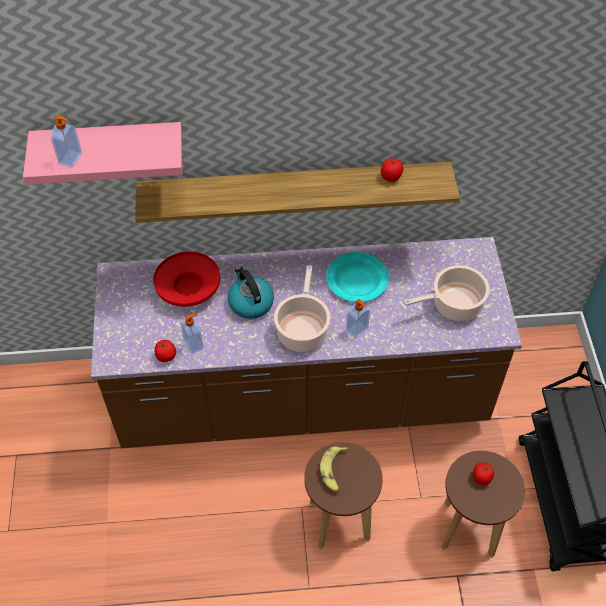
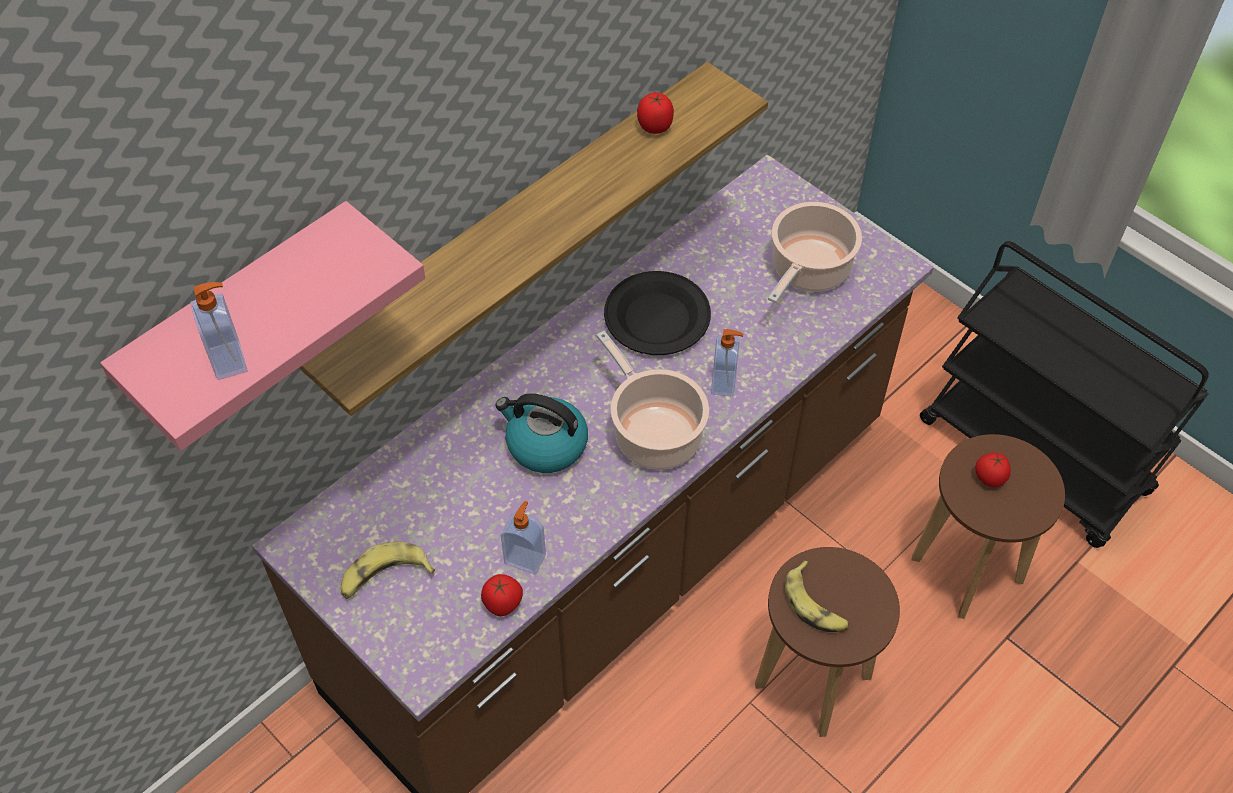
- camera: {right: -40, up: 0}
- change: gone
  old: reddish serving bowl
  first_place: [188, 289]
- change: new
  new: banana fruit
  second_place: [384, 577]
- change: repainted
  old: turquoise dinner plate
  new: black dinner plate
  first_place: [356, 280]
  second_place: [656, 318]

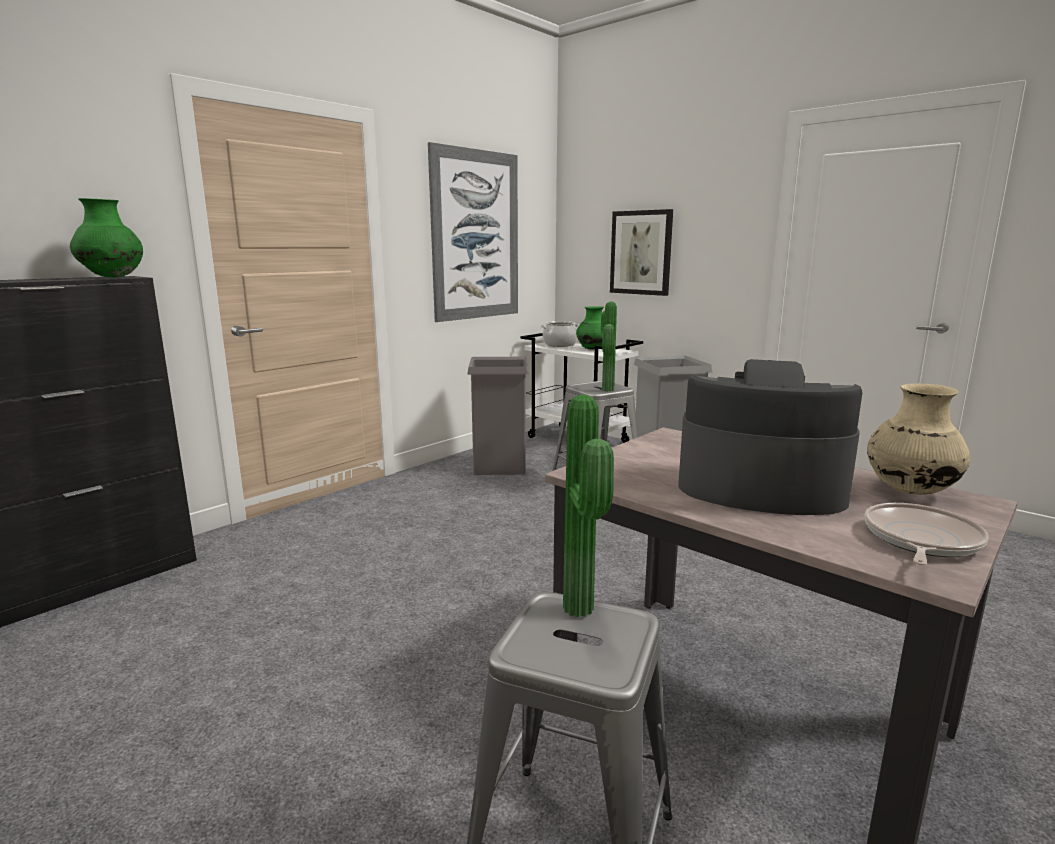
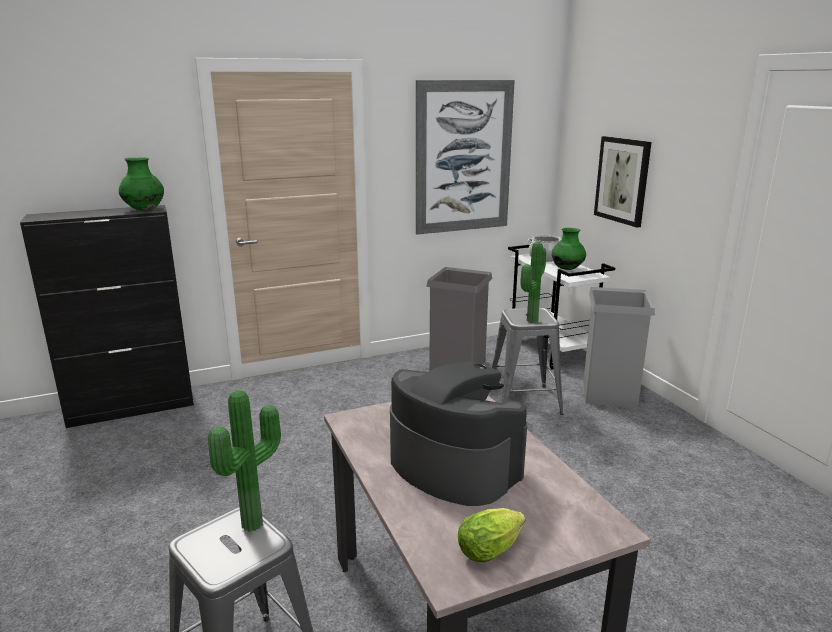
- camera: {right: 25, up: 5}
- change: gone
  old: beige vase
  first_place: [909, 491]
- change: swapped
  old: skillet
  new: lettuce
  first_place: [920, 541]
  second_place: [492, 549]

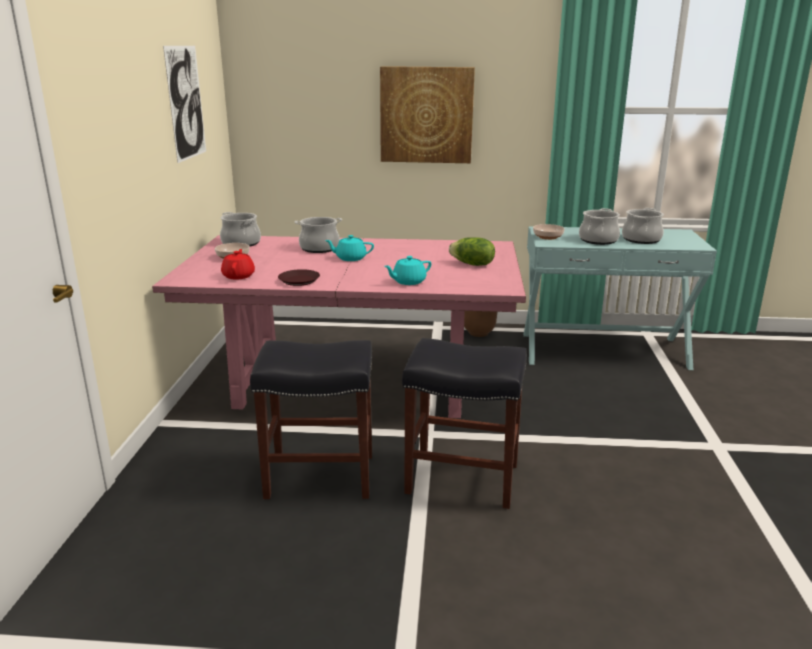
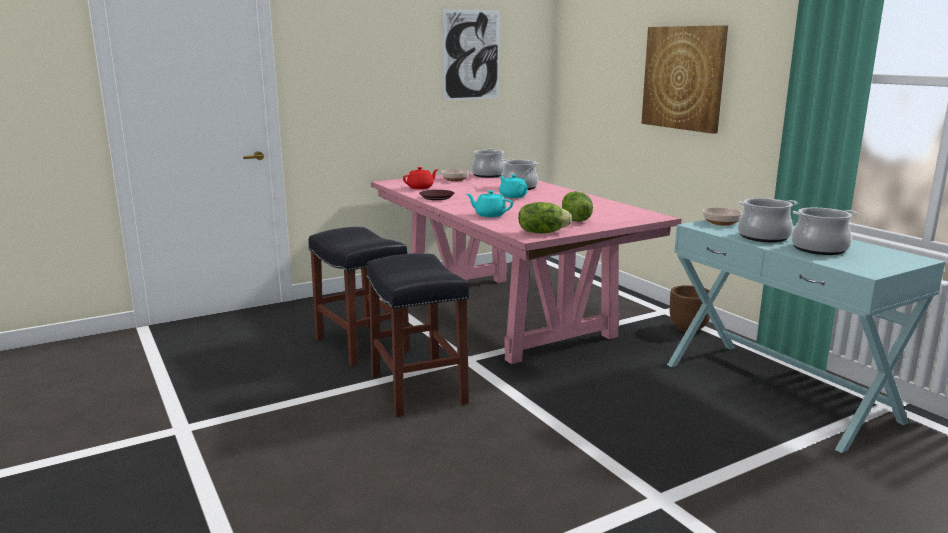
- camera: {right: 55, up: -5}
- change: new
  new: lettuce
  second_place: [542, 232]

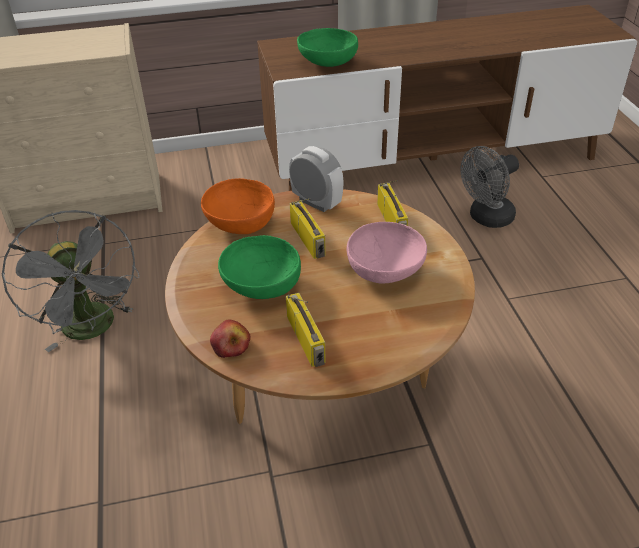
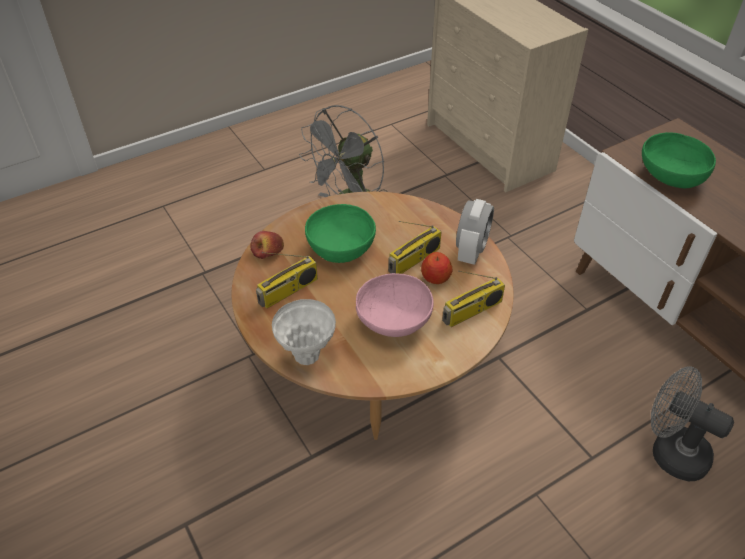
- camera: {right: 70, up: 5}
- change: gone
  old: orangey serving bowl
  first_place: [240, 223]
- change: new
  new: white vase
  second_place: [307, 356]
- change: new
  new: apple fruit
  second_place: [435, 277]

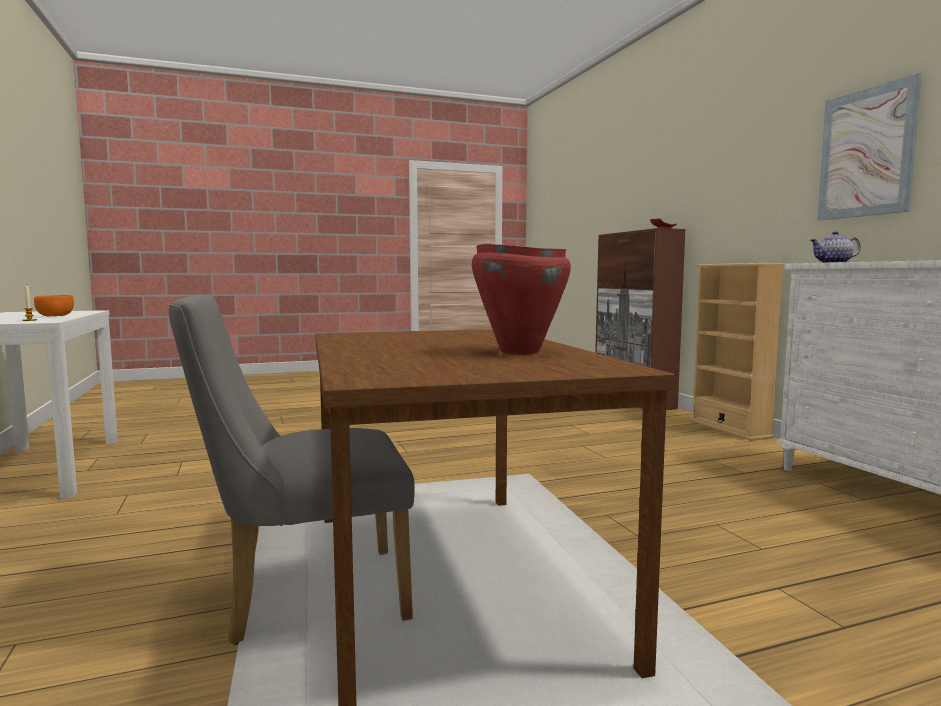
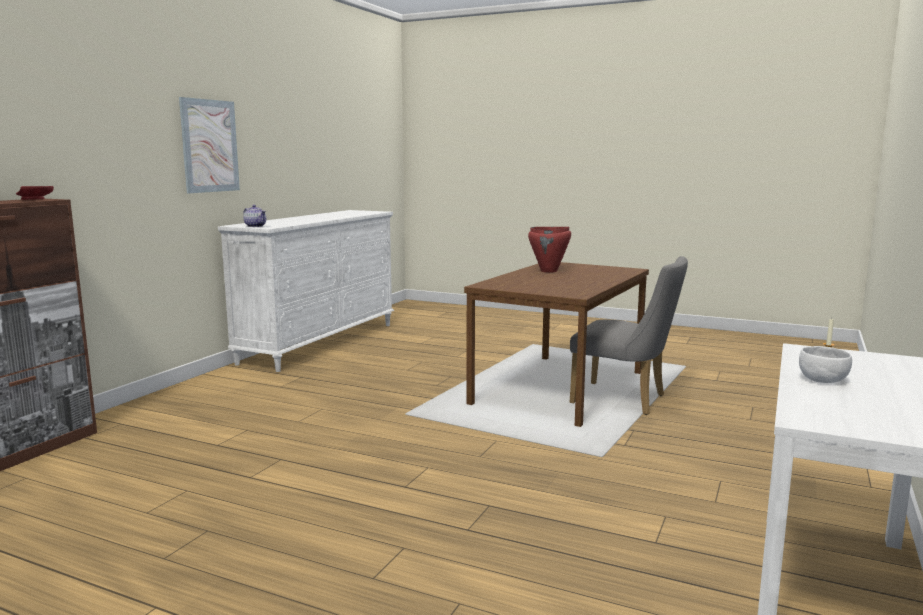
- camera: {right: -135, up: 5}
- change: gone
  old: beige shelving unit
  first_place: [729, 429]
- change: repainted
  old: orangey serving bowl
  new: white serving bowl
  first_place: [55, 316]
  second_place: [822, 380]

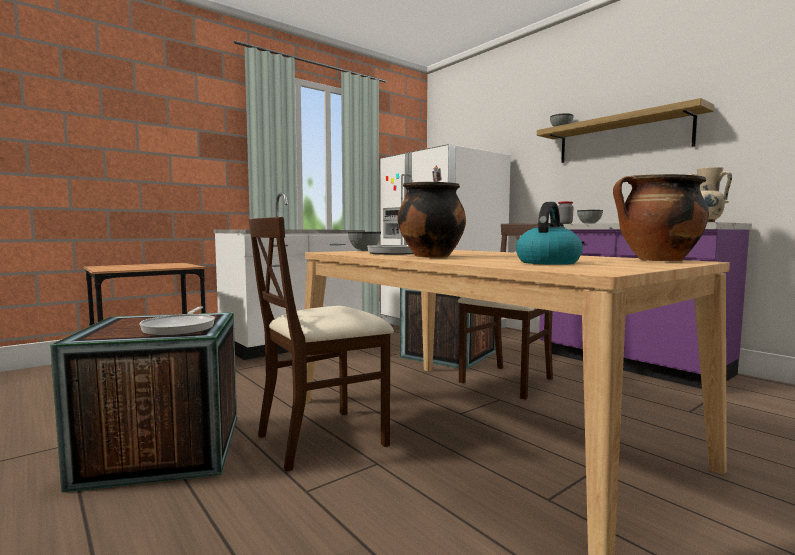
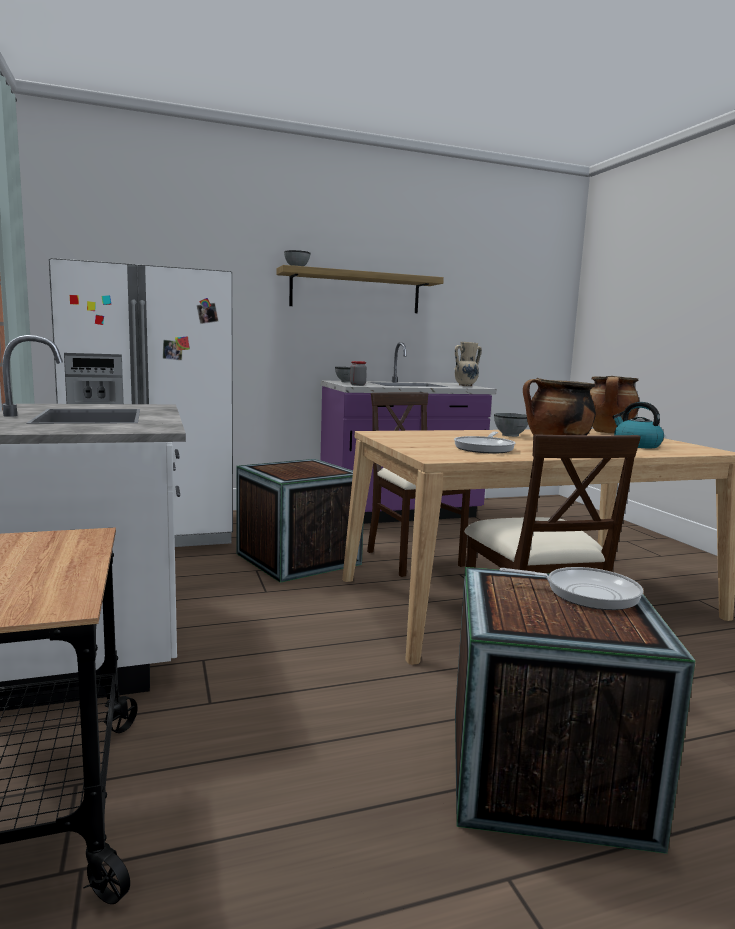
- camera: {right: -70, up: 5}
- change: shifted
  old: gray serving bowl
  first_place: [364, 251]
  second_place: [510, 435]

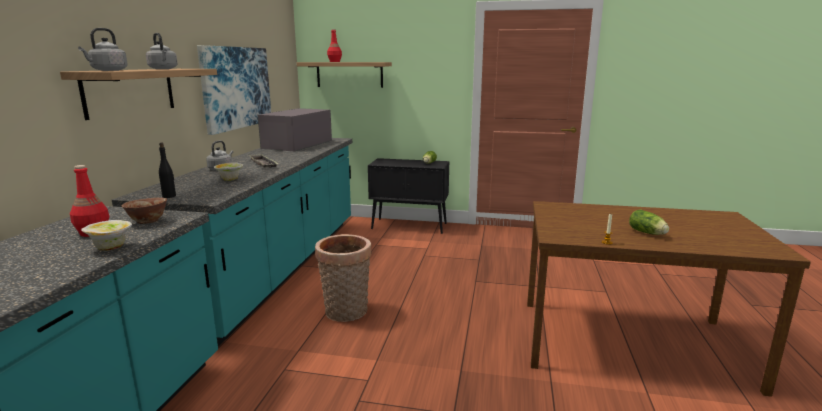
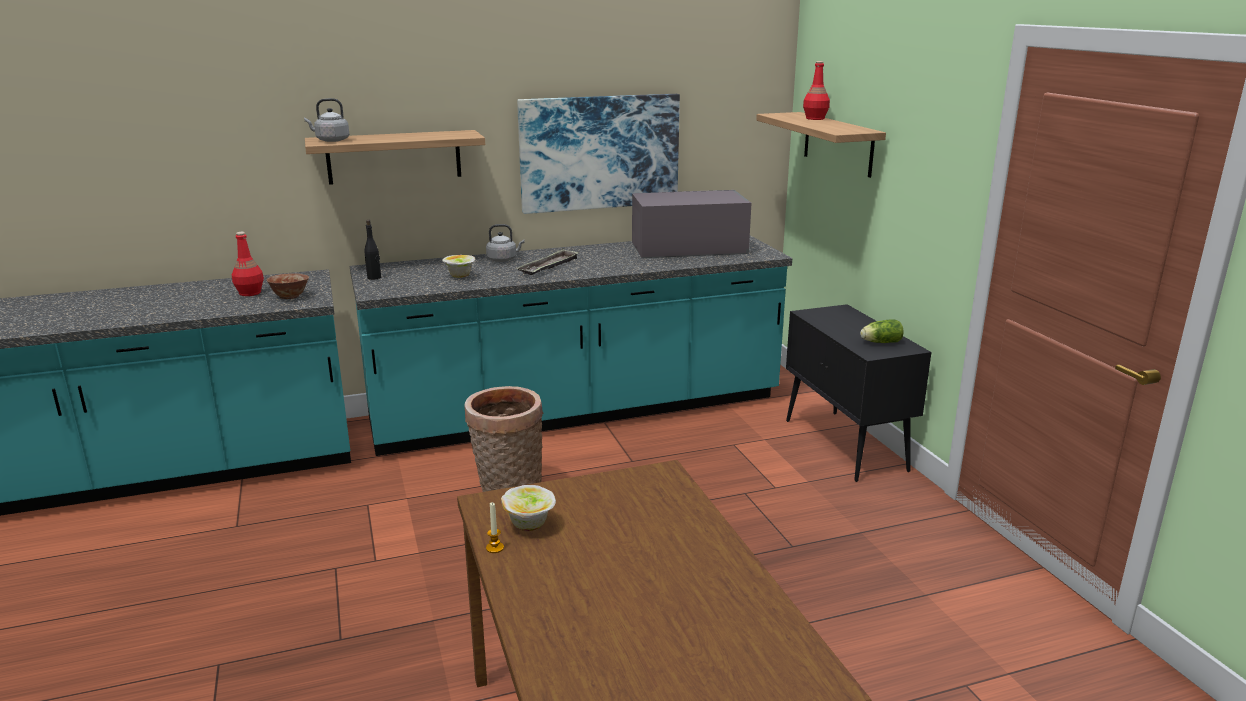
- camera: {right: 60, up: 5}
- change: gone
  old: gray water kettle
  first_place: [163, 69]
- change: gone
  old: lettuce
  first_place: [648, 233]
- change: shifted
  old: serving bowl
  first_place: [111, 248]
  second_place: [529, 525]

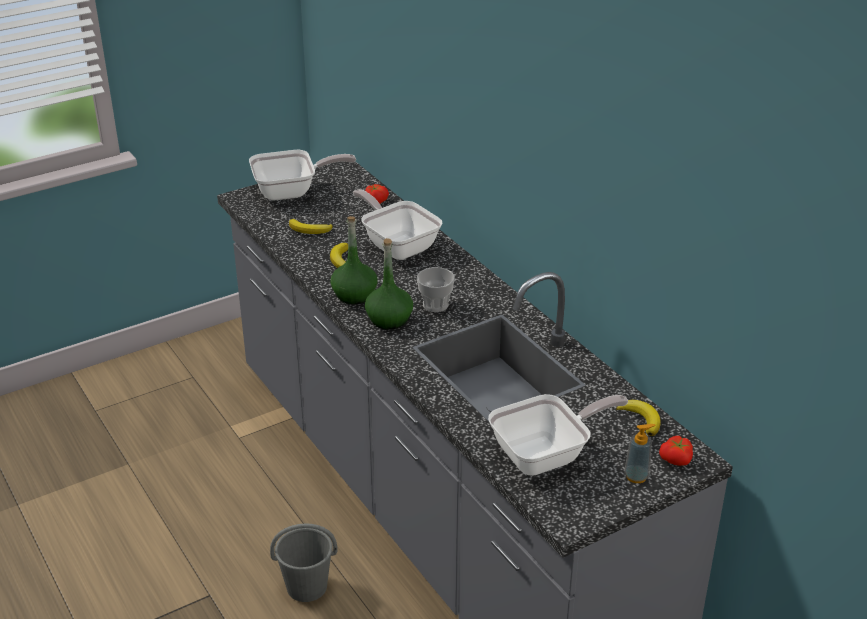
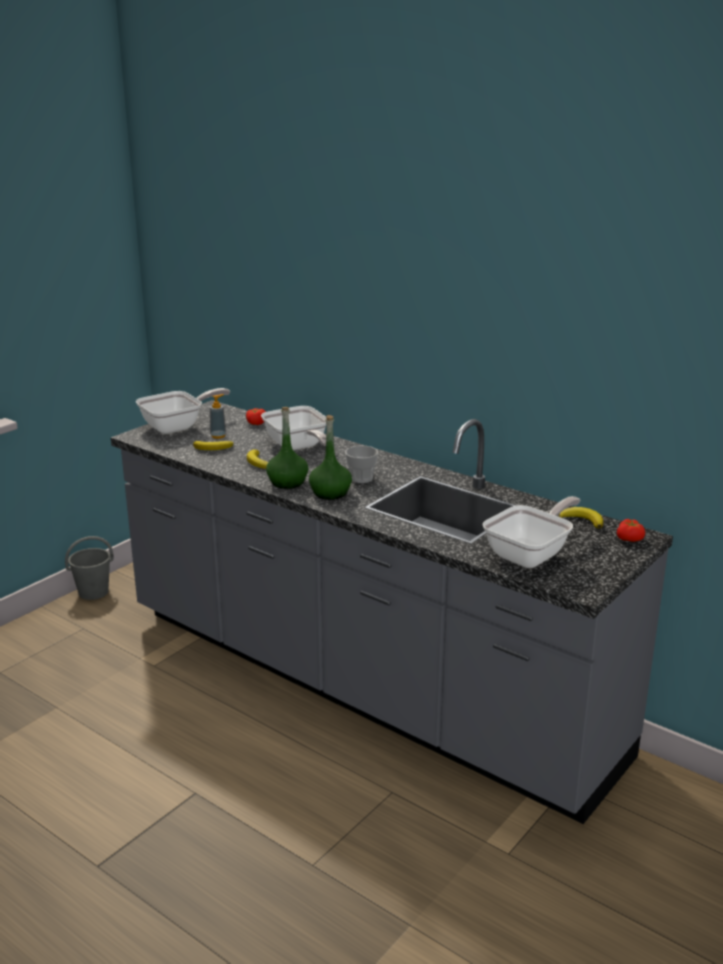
- camera: {right: -20, up: -10}
- change: shifted
  old: gray water bucket
  first_place: [307, 587]
  second_place: [94, 592]
- change: shifted
  old: liquid soap bottle
  first_place: [636, 476]
  second_place: [218, 436]
- change: rotated
  old: skillet
  first_place: [397, 245]
  second_place: [298, 447]
  degrees: -150

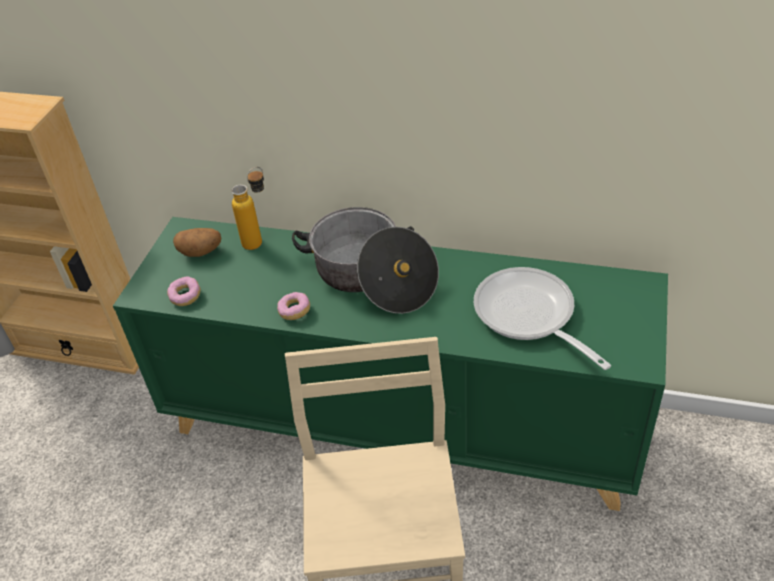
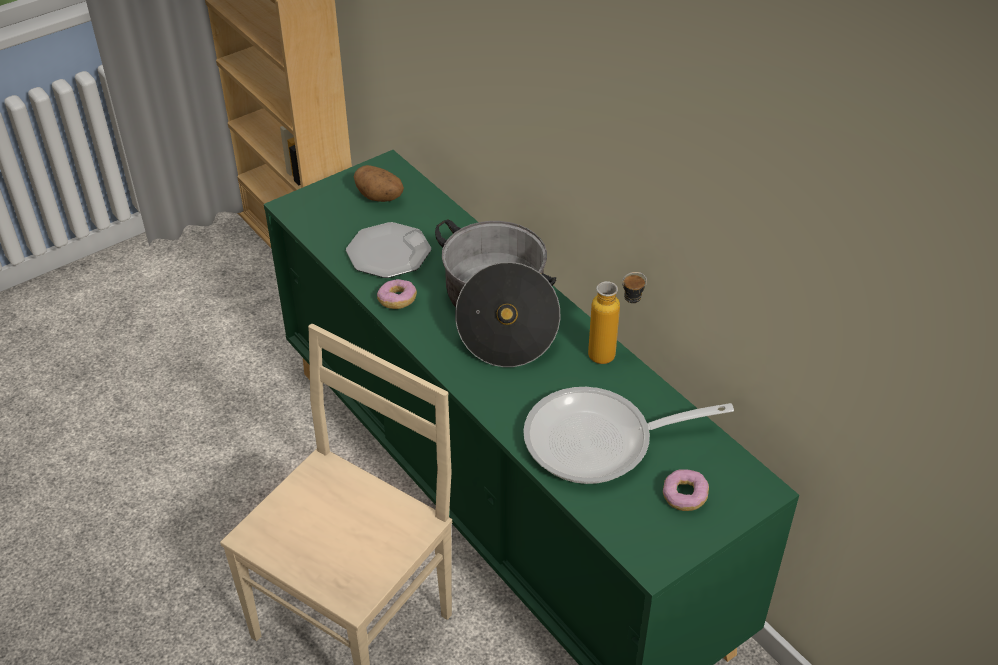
- camera: {right: 35, up: 0}
- change: new
  new: dinner plate
  second_place: [388, 253]
- change: shifted
  old: ring doughnut
  first_place: [185, 297]
  second_place: [684, 496]
- change: shifted
  old: bottle
  first_place: [259, 240]
  second_place: [613, 355]
- change: rotated
  old: skillet
  first_place: [529, 316]
  second_place: [599, 442]
  degrees: -105

